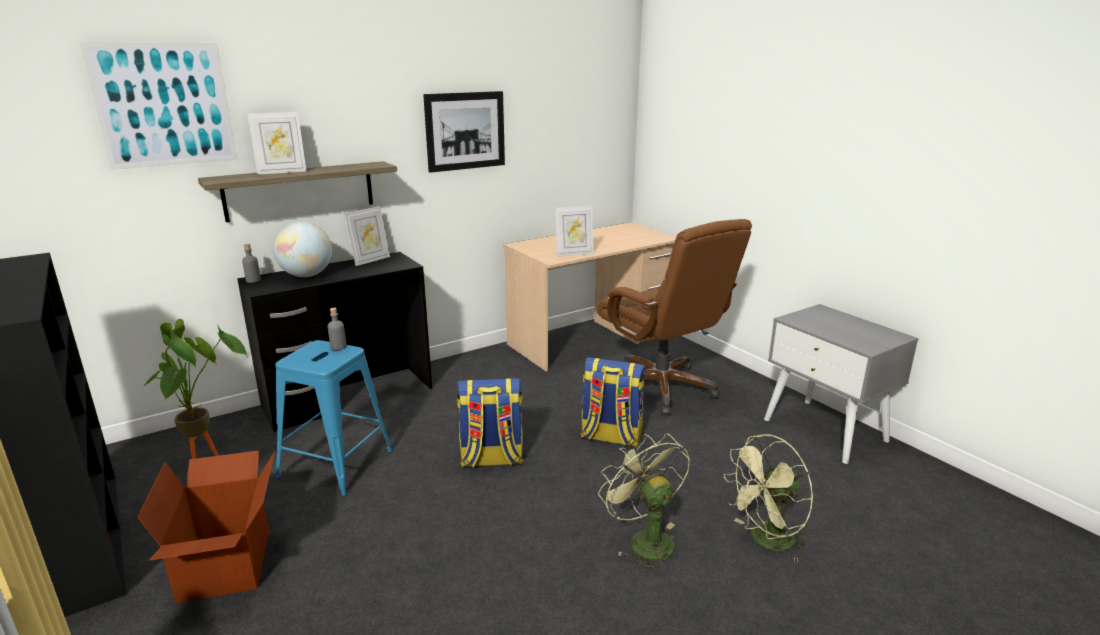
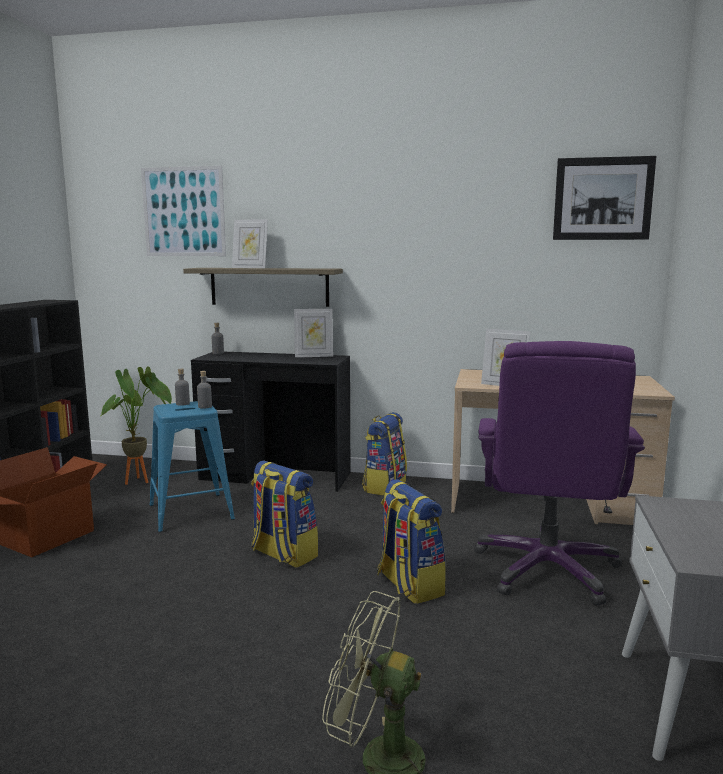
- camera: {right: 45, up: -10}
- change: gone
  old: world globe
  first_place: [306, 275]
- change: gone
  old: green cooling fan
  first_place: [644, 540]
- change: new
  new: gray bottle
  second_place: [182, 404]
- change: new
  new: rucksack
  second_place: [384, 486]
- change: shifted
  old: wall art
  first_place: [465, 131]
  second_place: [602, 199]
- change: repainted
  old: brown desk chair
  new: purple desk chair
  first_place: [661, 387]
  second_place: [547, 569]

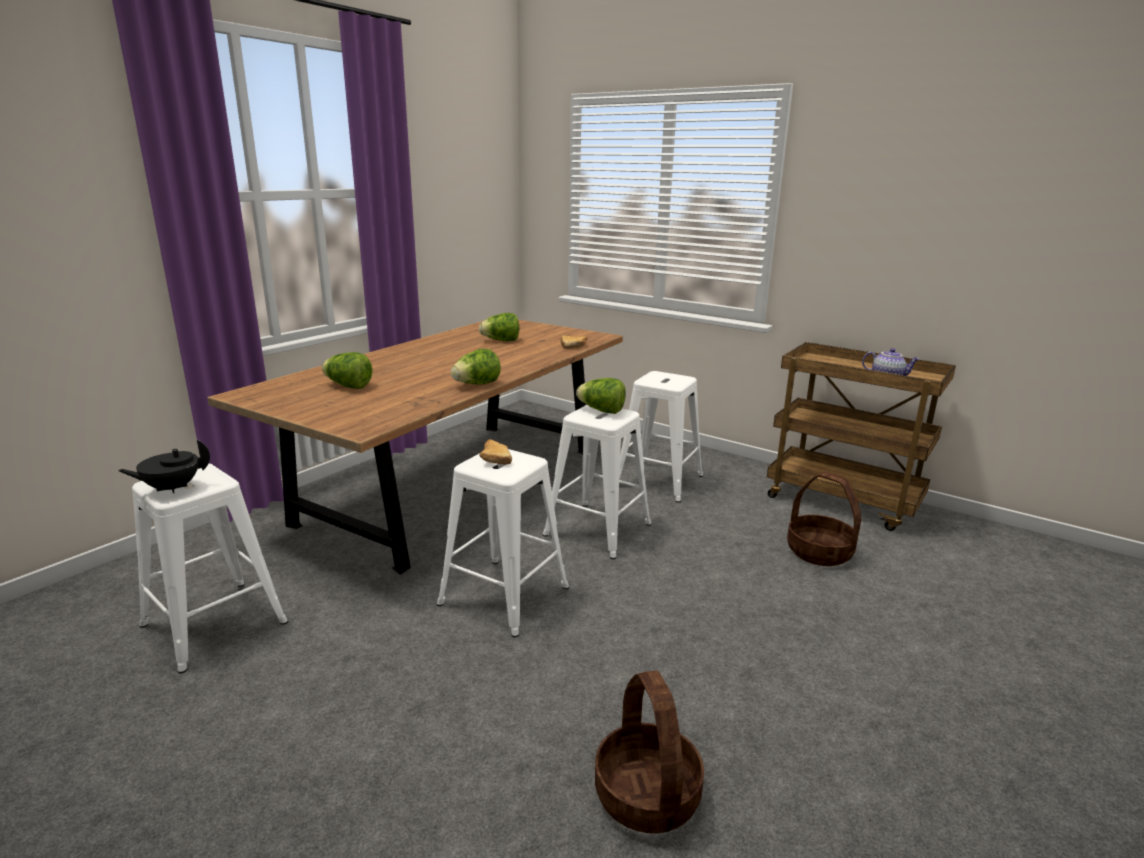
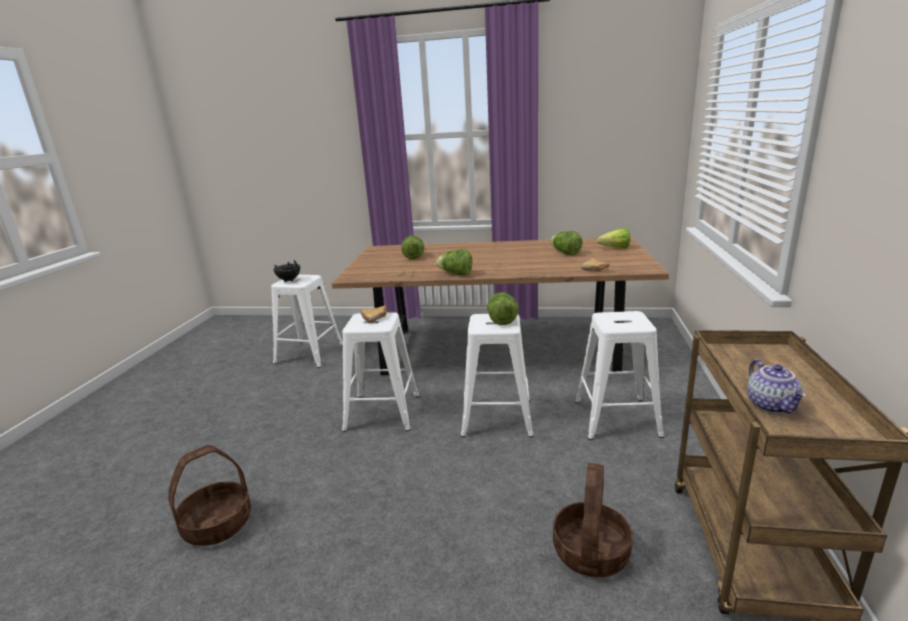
- camera: {right: 65, up: 0}
- change: new
  new: lettuce
  second_place: [612, 248]

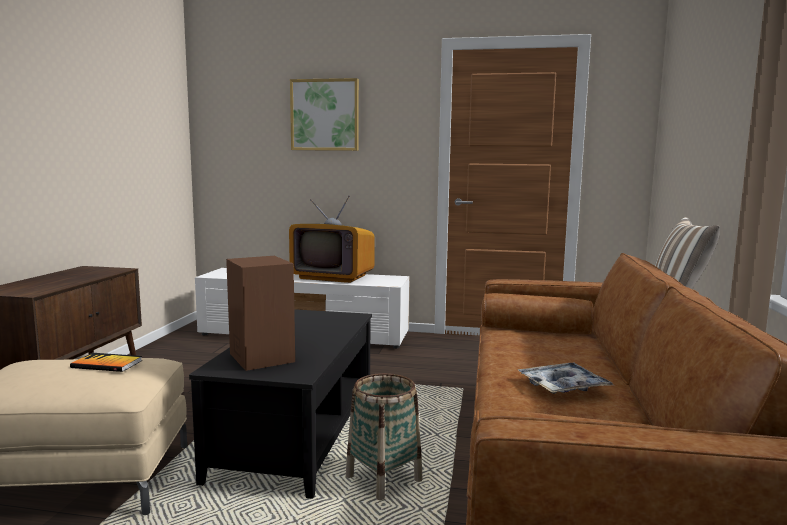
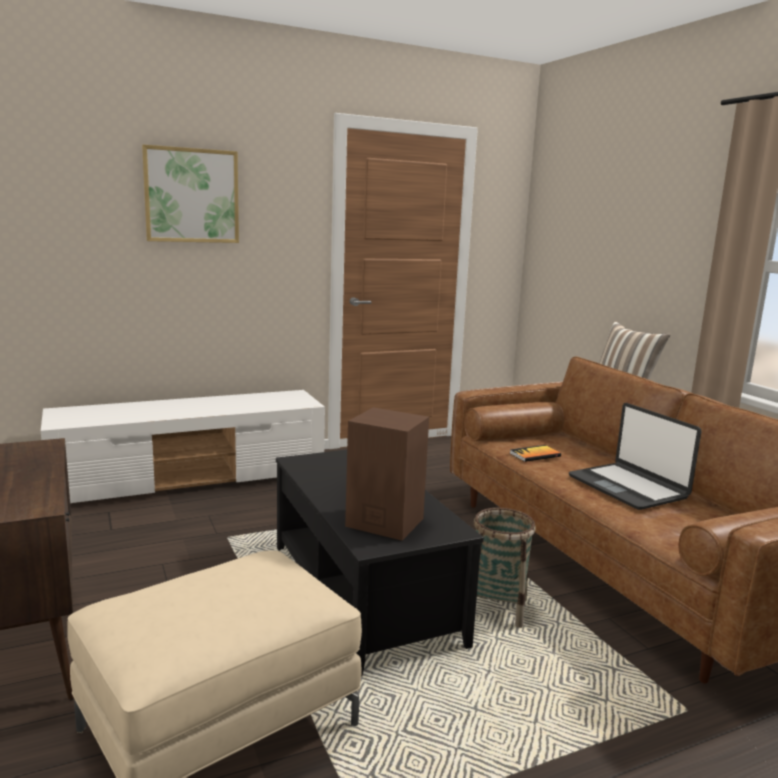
- camera: {right: -35, up: 5}
- change: gone
  old: TV
  first_place: [333, 277]
- change: shifted
  old: bound book
  first_place: [106, 364]
  second_place: [535, 455]
- change: swapped
  old: tray
  new: laptop
  first_place: [563, 386]
  second_place: [628, 487]

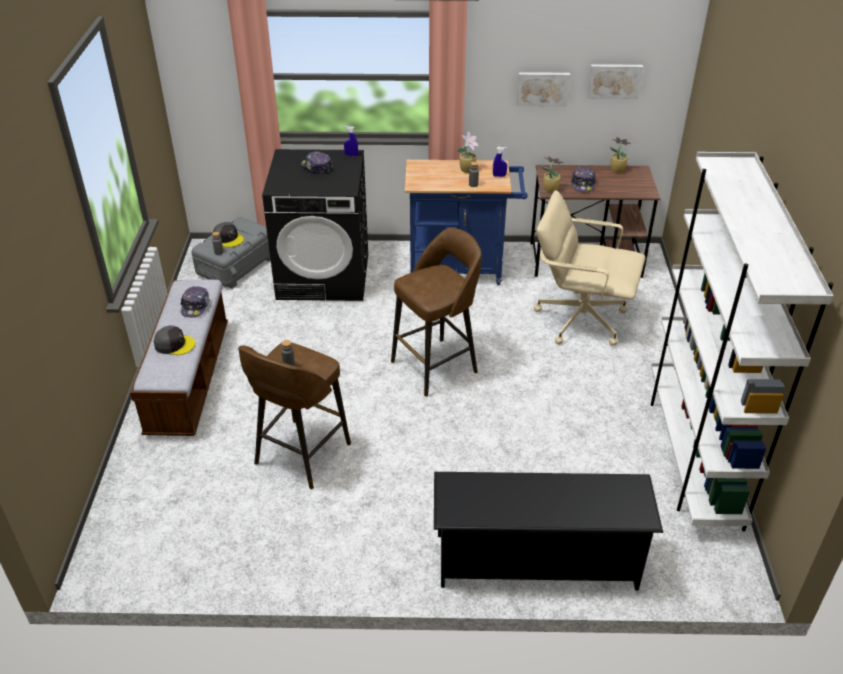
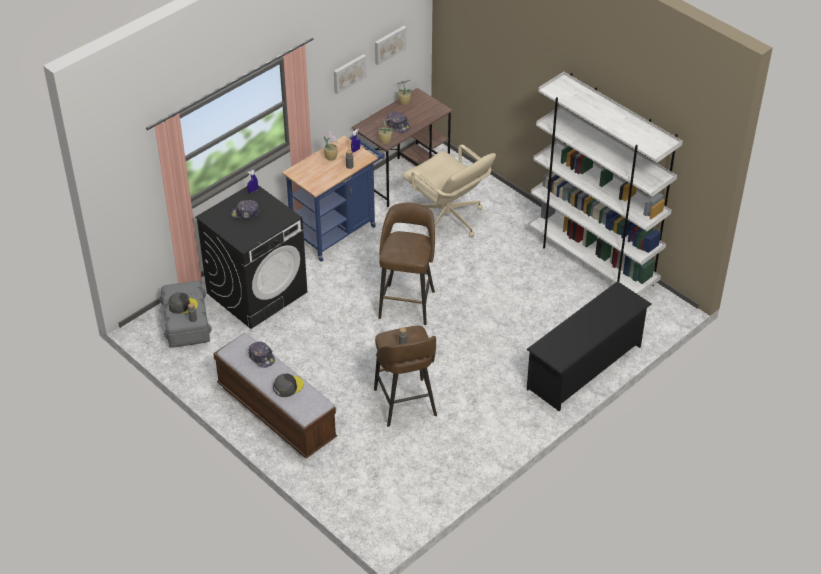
- camera: {right: -45, up: 5}
- change: rotated
  old: beige desk chair
  first_place: [580, 319]
  second_place: [448, 219]
  degrees: -105

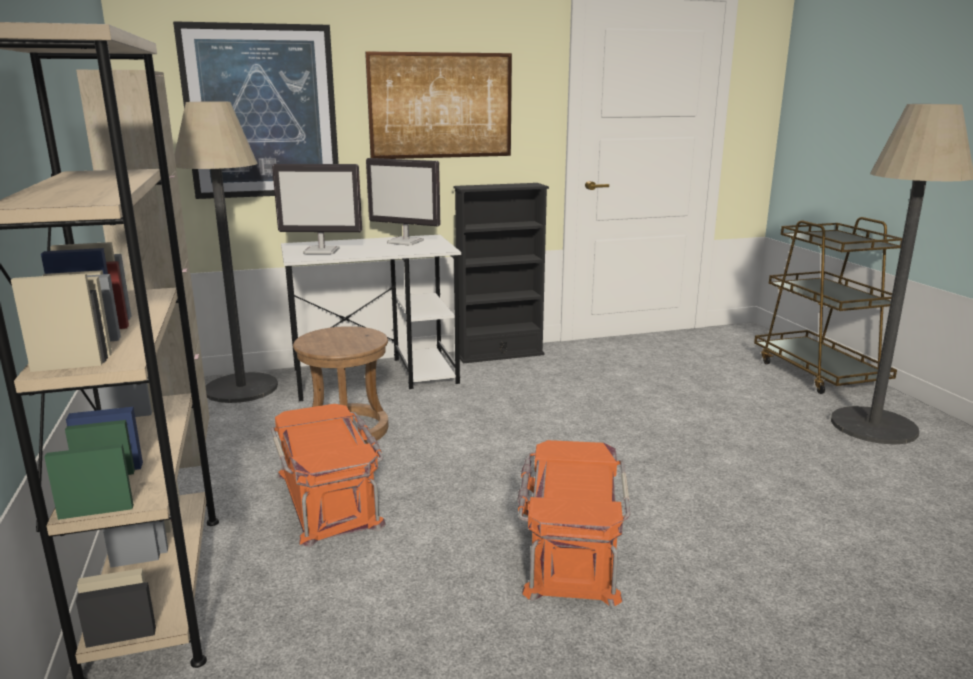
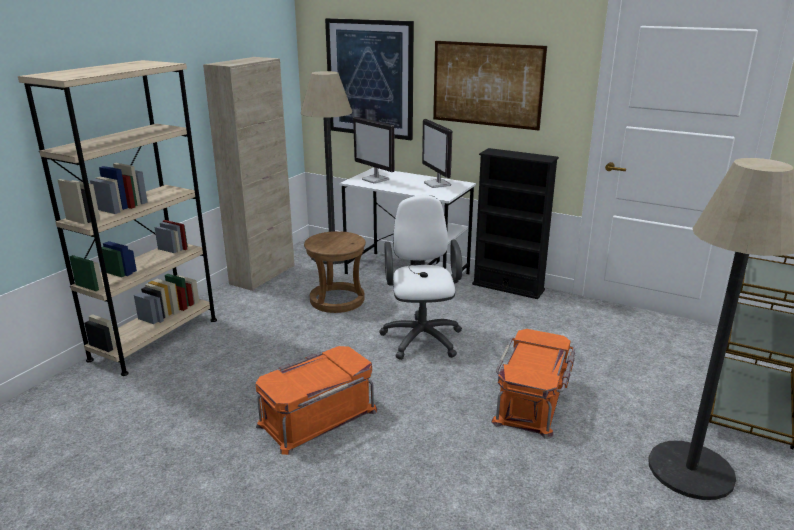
- camera: {right: 45, up: 5}
- change: new
  new: white desk chair
  second_place: [421, 336]
- change: shifted
  old: orangey storage box
  first_place: [330, 498]
  second_place: [533, 400]

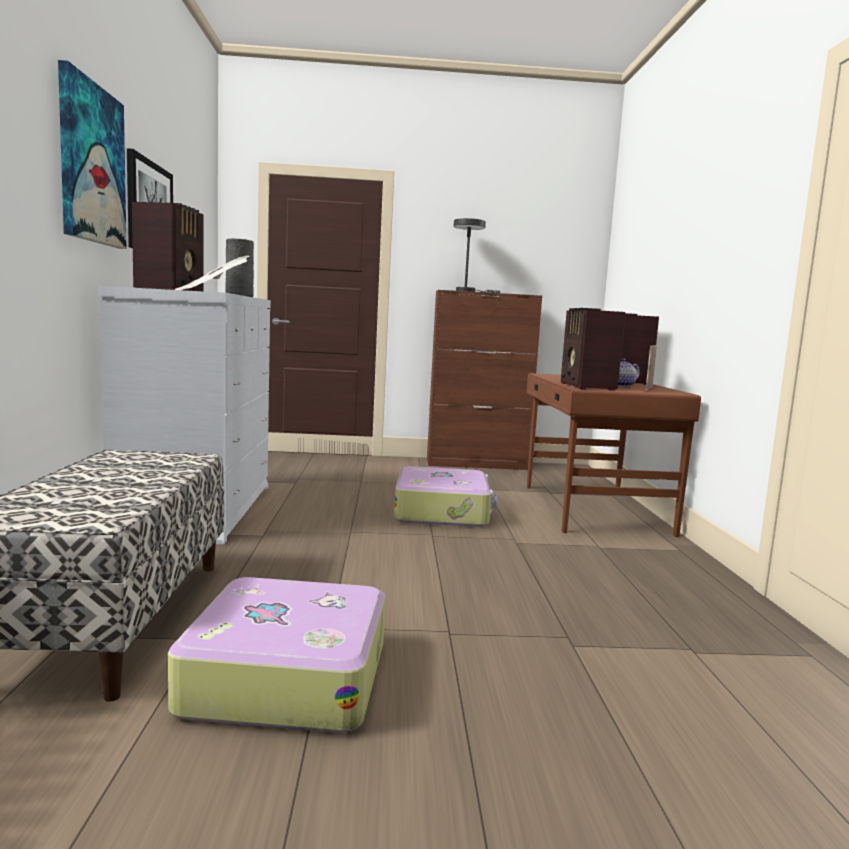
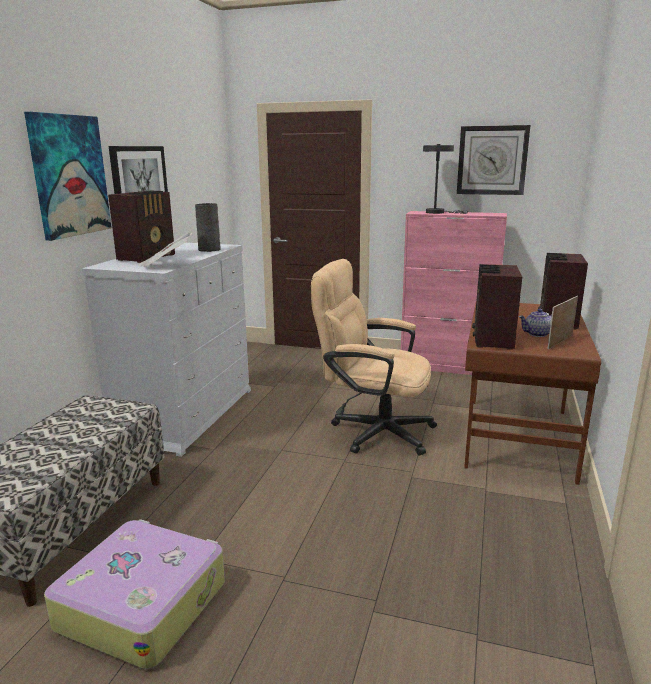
- camera: {right: 20, up: 10}
- change: new
  new: clock on the wall
  second_place: [492, 160]
- change: swapped
  old: suitcase
  new: beige desk chair
  first_place: [442, 511]
  second_place: [373, 430]
- change: repainted
  old: brown cabinet
  new: pink cabinet
  first_place: [477, 464]
  second_place: [446, 367]

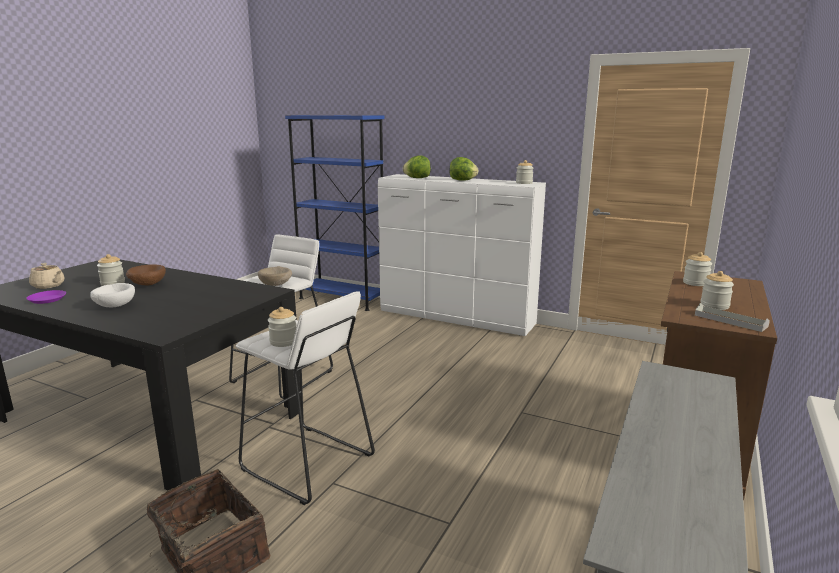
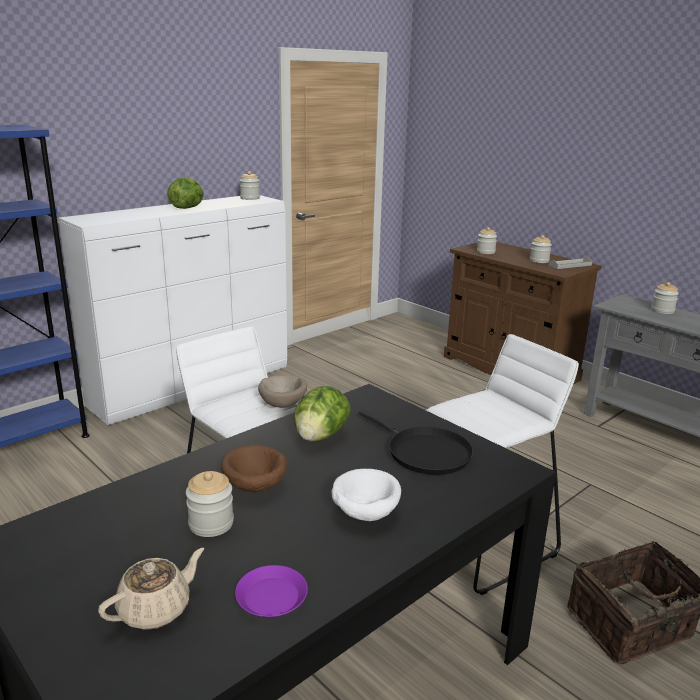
- camera: {right: -70, up: 5}
- change: new
  new: black skillet
  second_place: [424, 453]
- change: shifted
  old: jar
  first_place: [283, 342]
  second_place: [662, 310]
- change: shifted
  old: lettuce
  first_place: [417, 178]
  second_place: [320, 436]

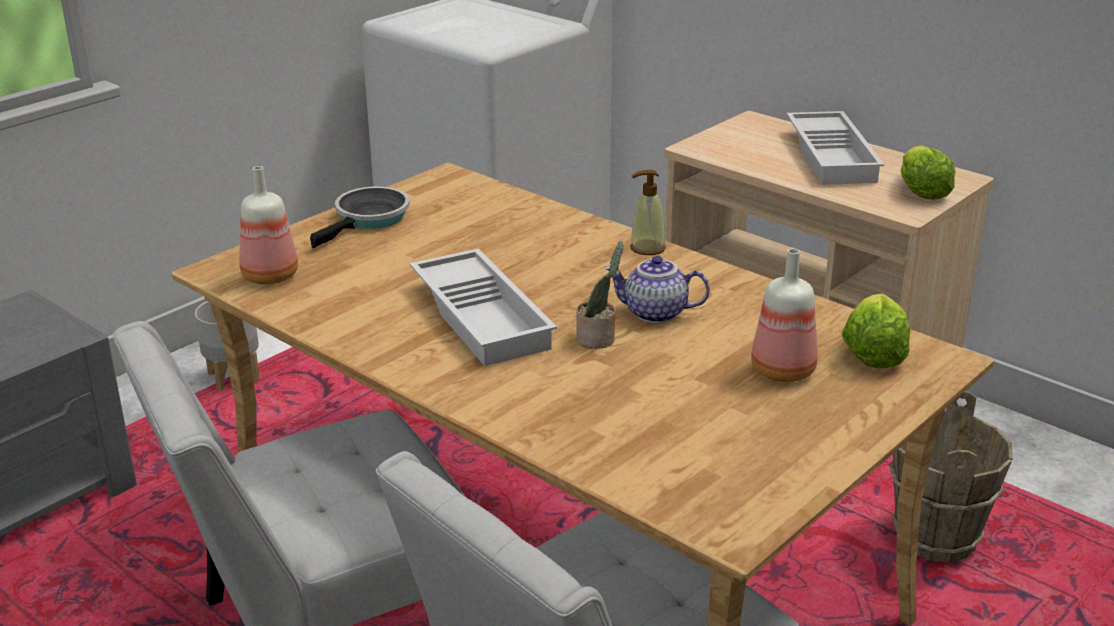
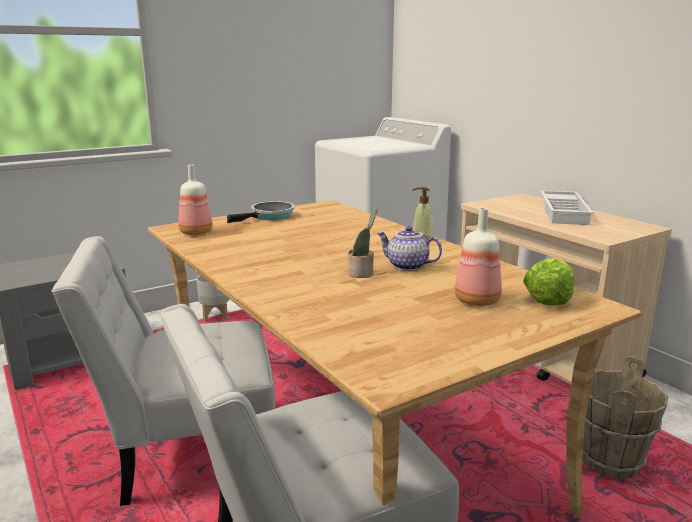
- camera: {right: 15, up: -10}
- change: gone
  old: white tray
  first_place: [484, 316]
- change: gone
  old: lettuce
  first_place: [921, 190]

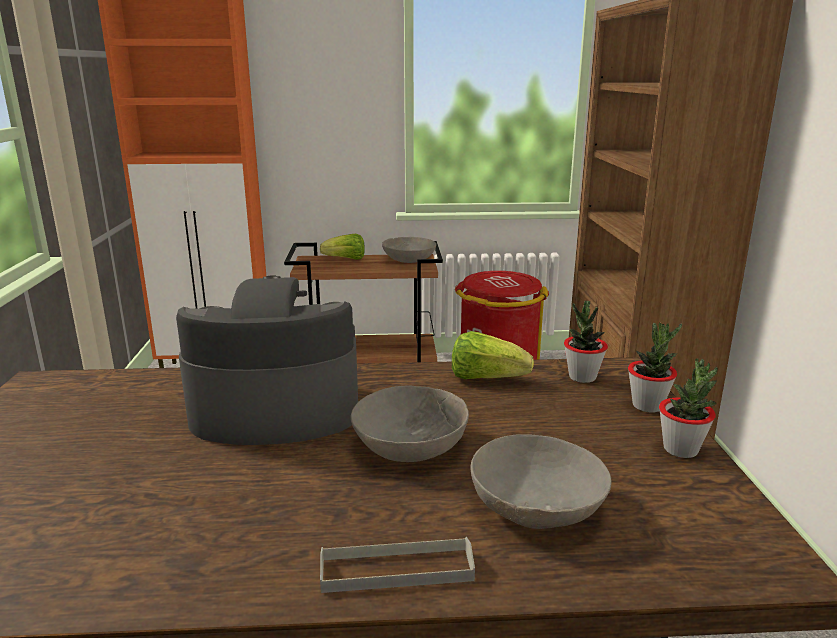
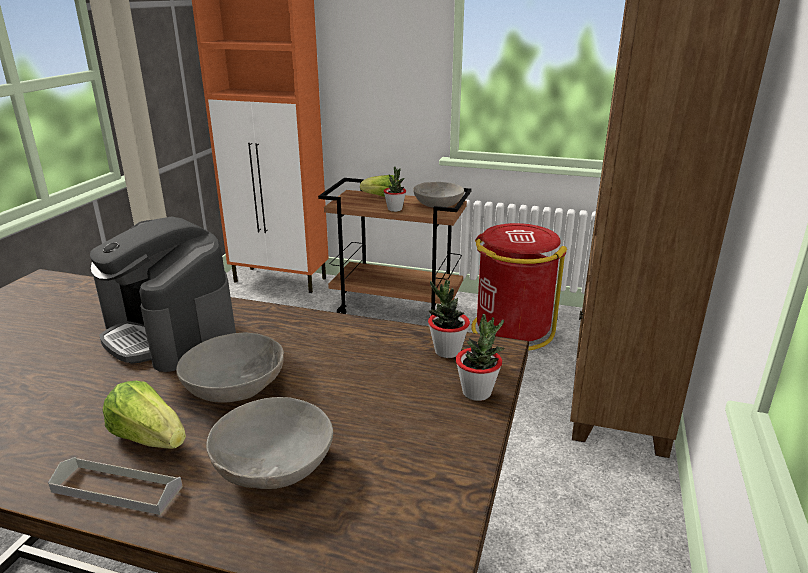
- camera: {right: 20, up: 5}
- change: shifted
  old: lettuce
  first_place: [486, 378]
  second_place: [149, 438]
- change: shifted
  old: potted plant
  first_place: [681, 449]
  second_place: [395, 209]
- change: rotated
  old: coffee machine
  first_place: [275, 409]
  second_place: [170, 333]
  degrees: -150

